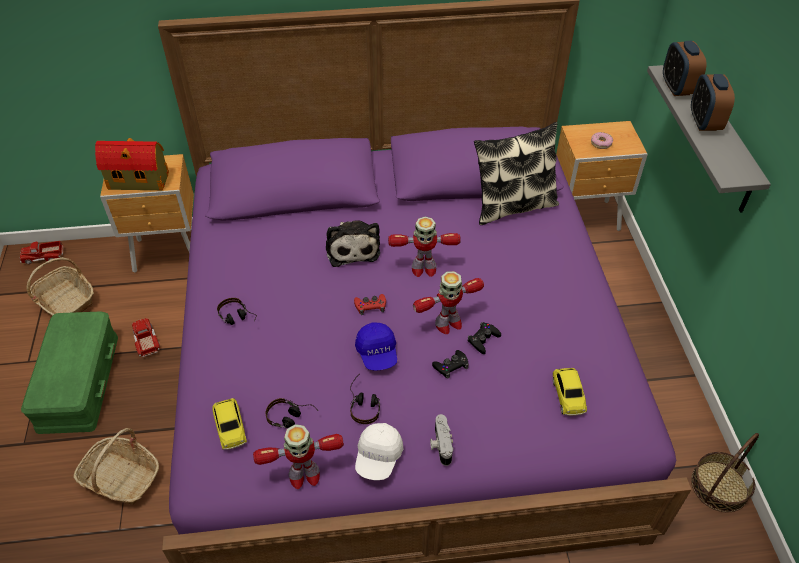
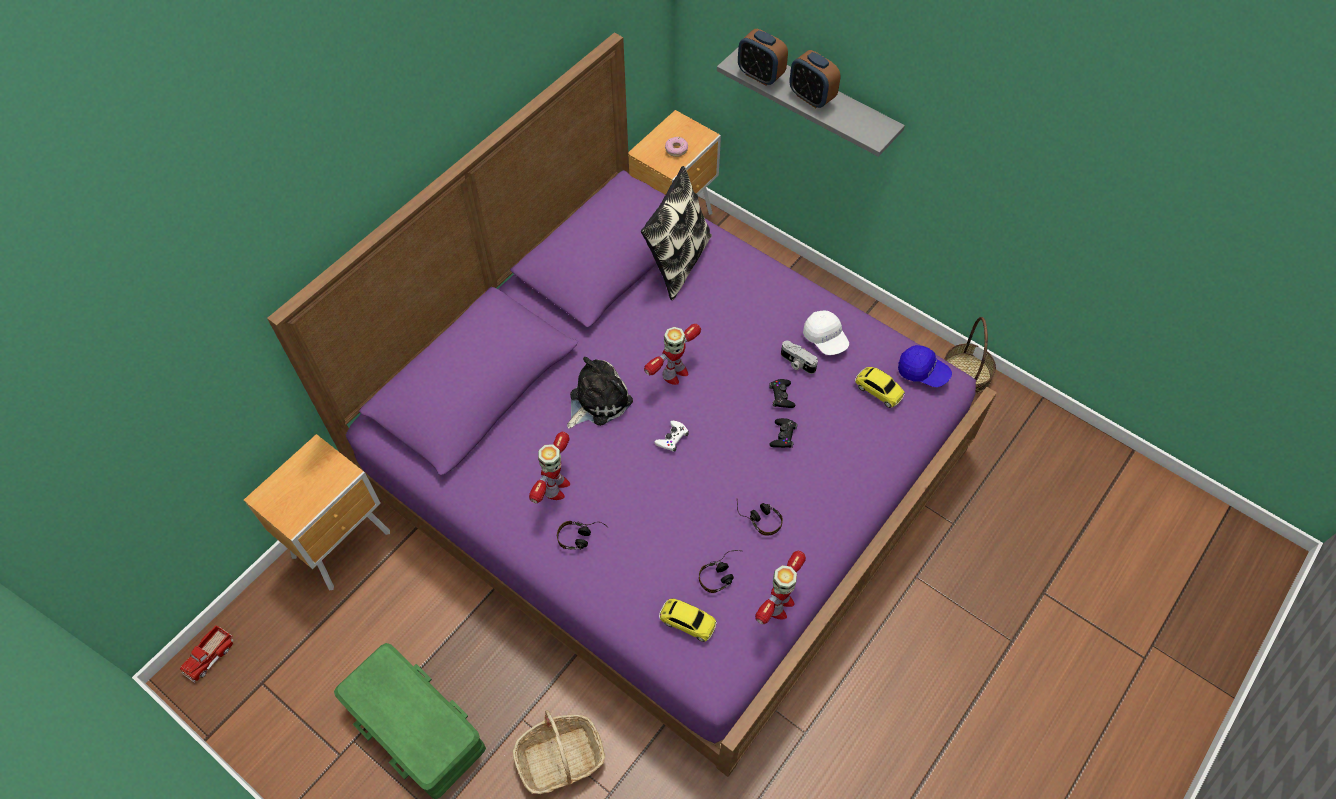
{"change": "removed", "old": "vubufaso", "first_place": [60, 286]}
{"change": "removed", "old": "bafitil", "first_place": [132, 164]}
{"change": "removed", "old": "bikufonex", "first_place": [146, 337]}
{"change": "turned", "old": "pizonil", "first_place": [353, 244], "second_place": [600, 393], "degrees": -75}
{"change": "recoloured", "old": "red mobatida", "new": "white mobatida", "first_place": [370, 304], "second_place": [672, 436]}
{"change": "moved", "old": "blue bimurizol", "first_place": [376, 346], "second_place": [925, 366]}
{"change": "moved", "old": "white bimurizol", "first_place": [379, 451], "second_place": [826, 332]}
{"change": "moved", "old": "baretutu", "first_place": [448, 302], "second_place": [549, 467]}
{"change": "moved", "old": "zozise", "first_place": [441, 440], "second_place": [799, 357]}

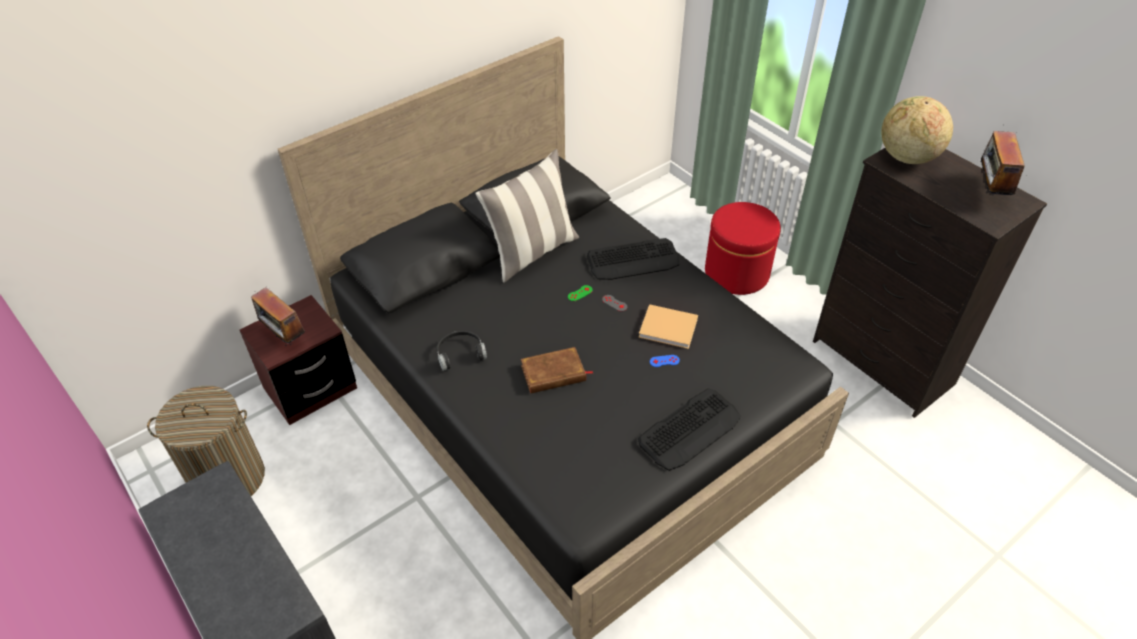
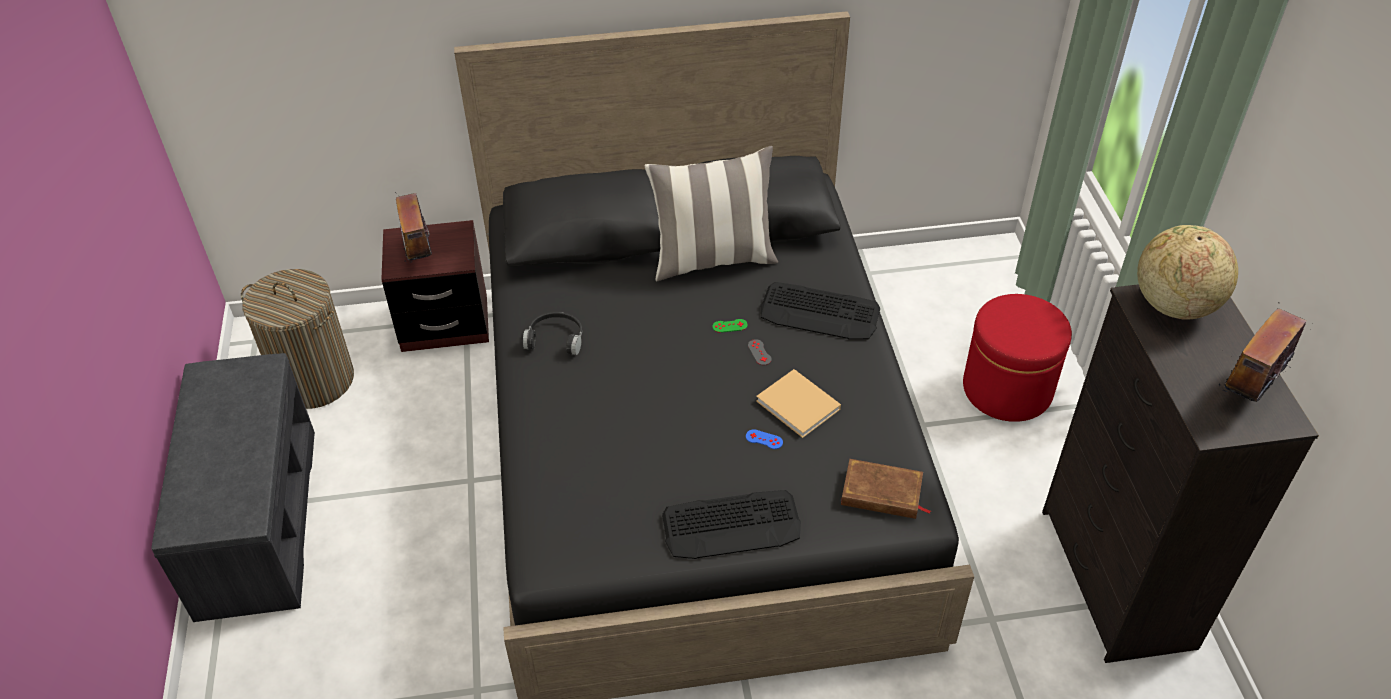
{"change": "moved", "old": "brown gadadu", "first_place": [557, 370], "second_place": [886, 489]}

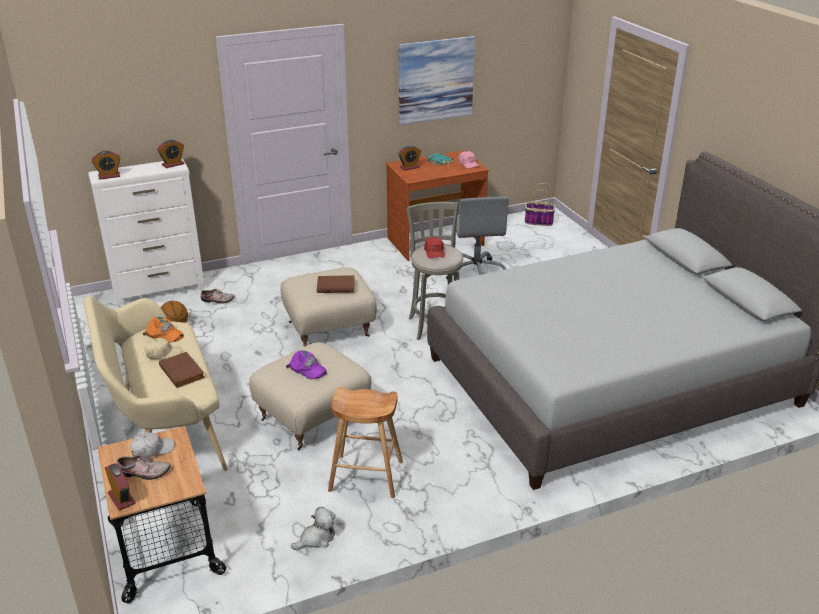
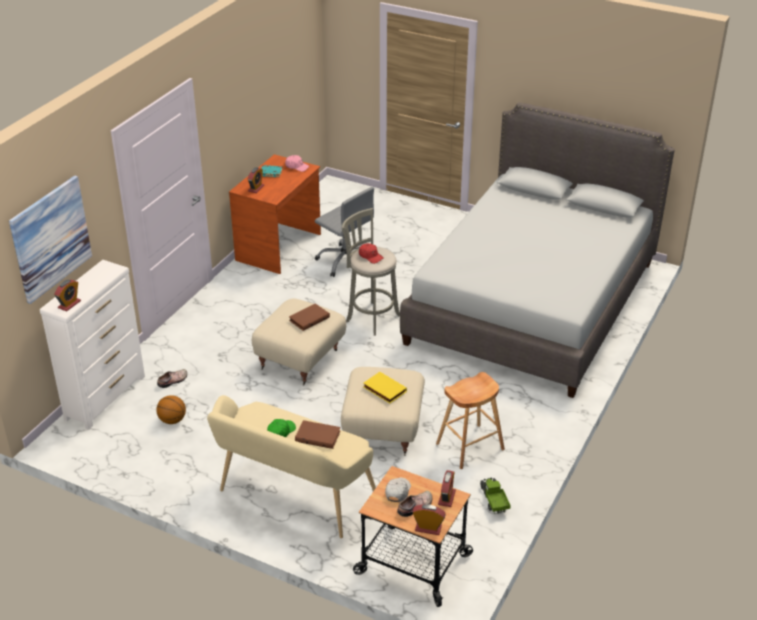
{"change": "removed", "old": "orange bimurizol", "first_place": [163, 330]}
{"change": "recoloured", "old": "beige bimurizol", "new": "green bimurizol", "first_place": [162, 348], "second_place": [281, 428]}
{"change": "moved", "old": "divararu", "first_place": [171, 154], "second_place": [447, 488]}
{"change": "replaced", "old": "purple bimurizol", "new": "yellow gadadu", "first_place": [306, 364], "second_place": [385, 387]}
{"change": "replaced", "old": "pizonil", "new": "bikufonex", "first_place": [313, 528], "second_place": [495, 496]}
{"change": "moved", "old": "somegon", "first_place": [437, 80], "second_place": [50, 240]}
{"change": "removed", "old": "vubufaso", "first_place": [540, 204]}

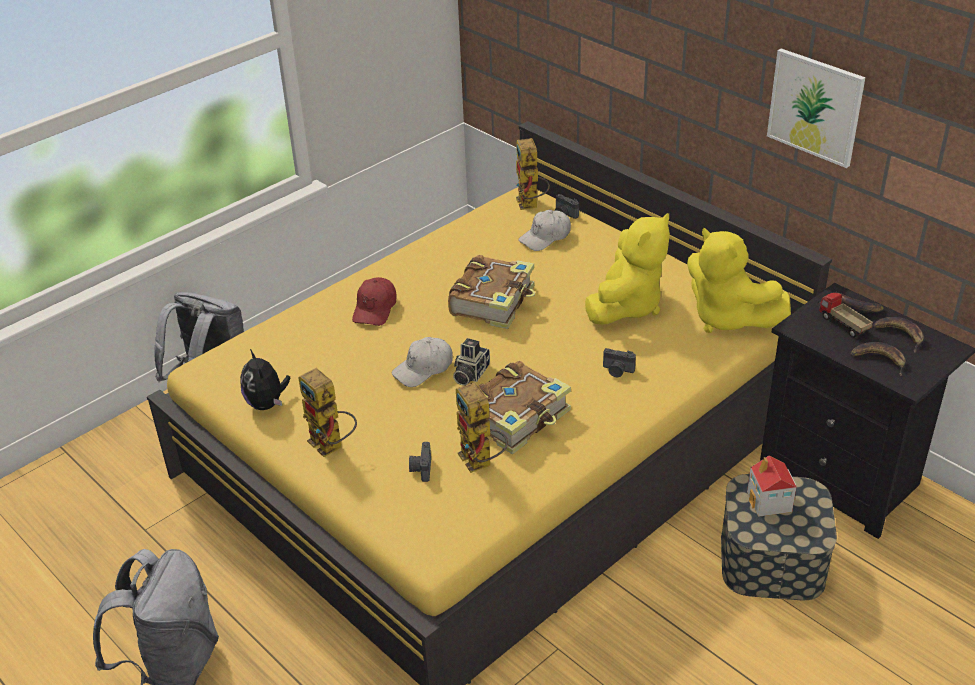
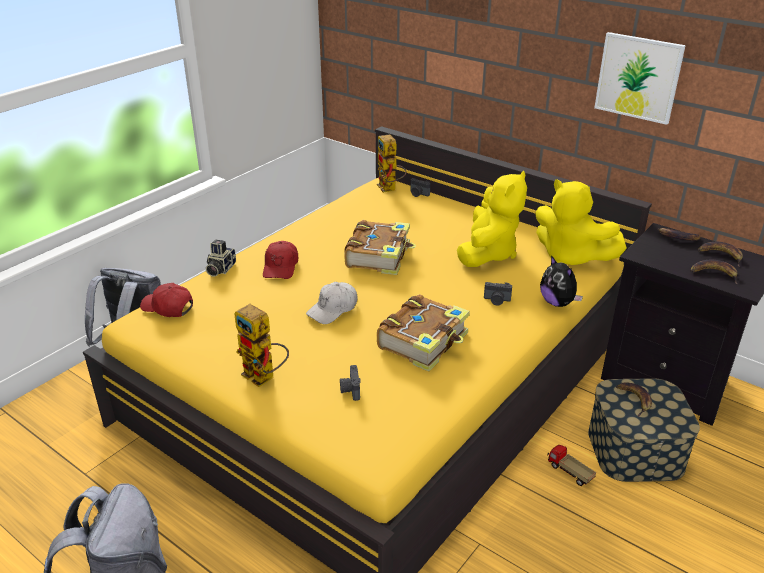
{"change": "moved", "old": "pizonil", "first_place": [265, 379], "second_place": [561, 281]}
{"change": "moved", "old": "zozise", "first_place": [471, 362], "second_place": [221, 258]}
{"change": "removed", "old": "baretutu", "first_place": [482, 427]}
{"change": "removed", "old": "white bimurizol", "first_place": [544, 230]}
{"change": "replaced", "old": "bafitil", "new": "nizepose", "first_place": [771, 486], "second_place": [634, 399]}
{"change": "moved", "old": "bikufonex", "first_place": [845, 315], "second_place": [571, 465]}
{"change": "added", "new": "red bimurizol", "second_place": [166, 300]}

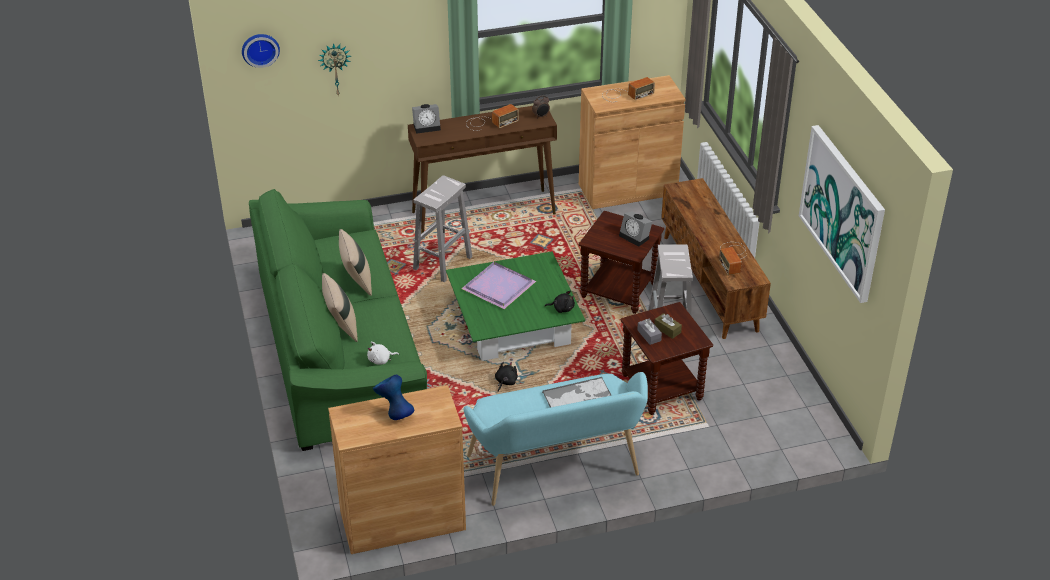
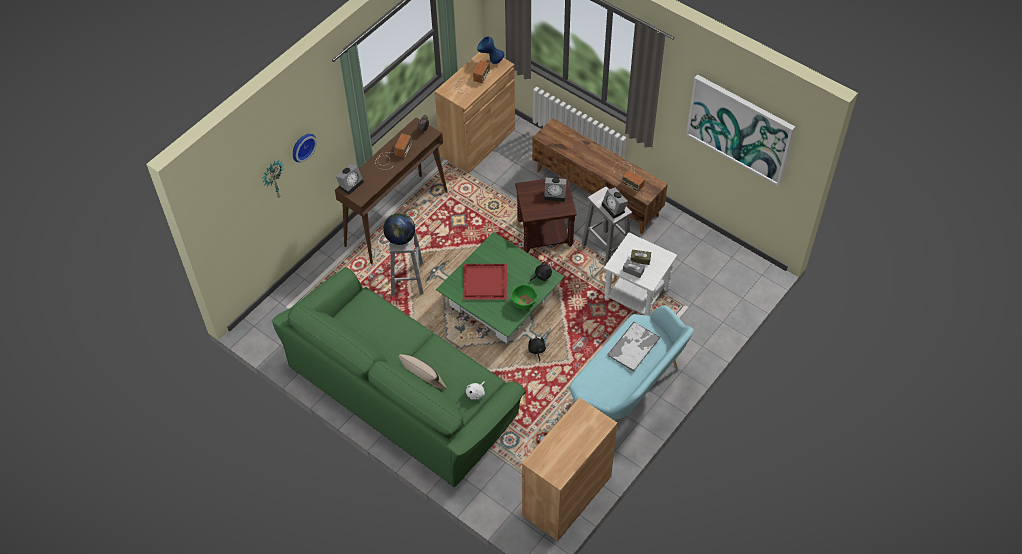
{"change": "moved", "old": "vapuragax", "first_place": [261, 51], "second_place": [305, 148]}
{"change": "removed", "old": "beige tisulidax", "first_place": [355, 262]}
{"change": "moved", "old": "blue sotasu", "first_place": [393, 397], "second_place": [490, 50]}
{"change": "recoloured", "old": "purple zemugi", "new": "red zemugi", "first_place": [498, 285], "second_place": [485, 282]}
{"change": "recoloured", "old": "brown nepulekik", "new": "white nepulekik", "first_place": [666, 358], "second_place": [640, 274]}
{"change": "added", "new": "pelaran", "second_place": [399, 229]}
{"change": "added", "new": "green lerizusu", "second_place": [524, 296]}
{"change": "added", "new": "divararu", "second_place": [614, 203]}

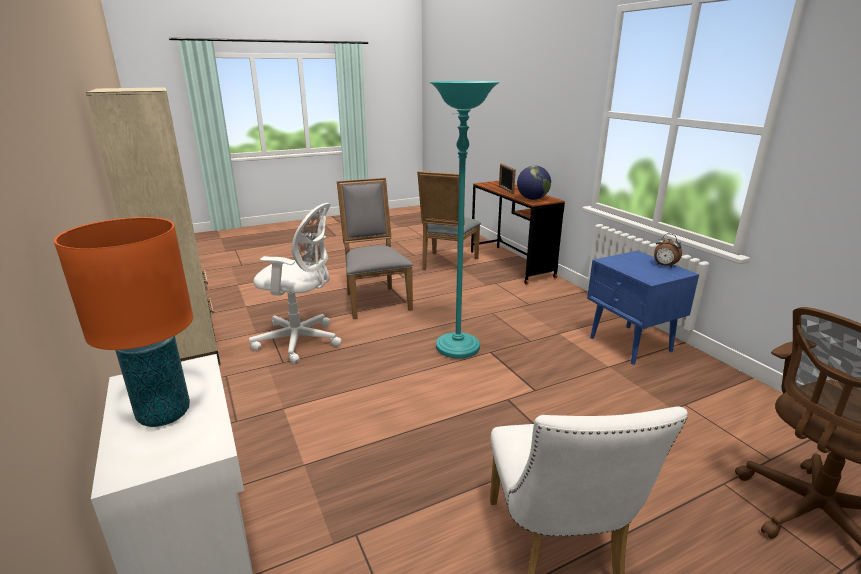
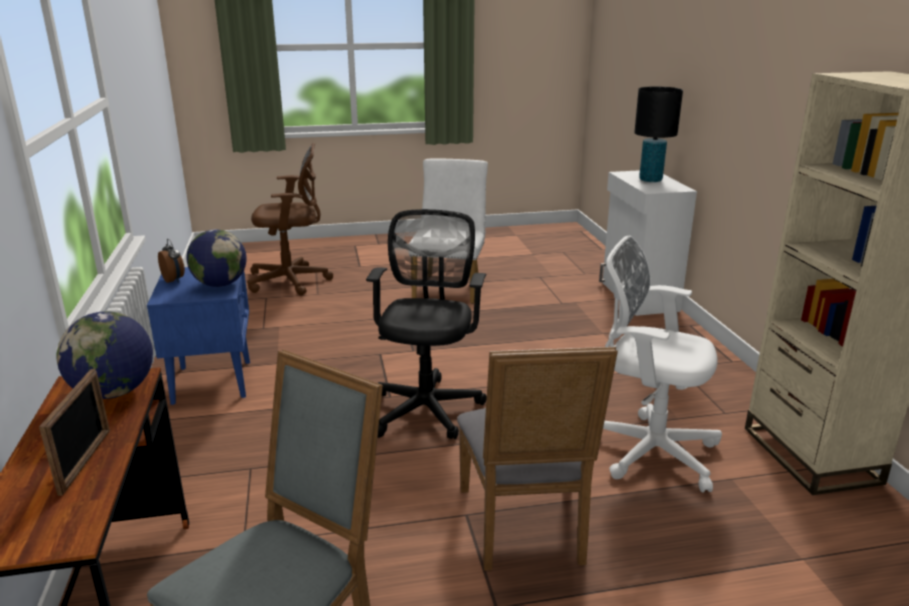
{"change": "recoloured", "old": "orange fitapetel", "new": "black fitapetel", "first_place": [123, 322], "second_place": [658, 134]}
{"change": "replaced", "old": "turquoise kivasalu", "new": "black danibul", "first_place": [465, 220], "second_place": [426, 324]}
{"change": "added", "new": "pelaran", "second_place": [217, 258]}

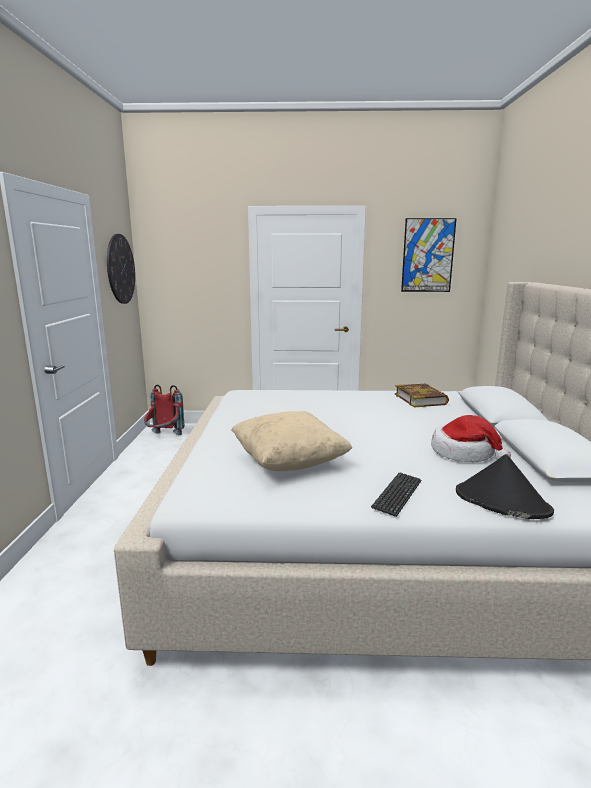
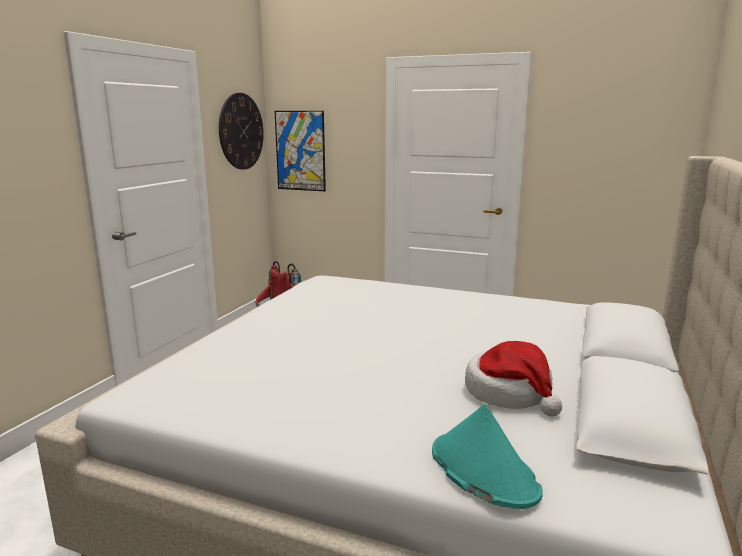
{"change": "removed", "old": "beige tisulidax", "first_place": [291, 441]}
{"change": "removed", "old": "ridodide", "first_place": [396, 494]}
{"change": "removed", "old": "gadadu", "first_place": [422, 396]}
{"change": "moved", "old": "somegon", "first_place": [429, 255], "second_place": [300, 151]}
{"change": "recoloured", "old": "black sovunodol", "new": "turquoise sovunodol", "first_place": [505, 486], "second_place": [487, 456]}

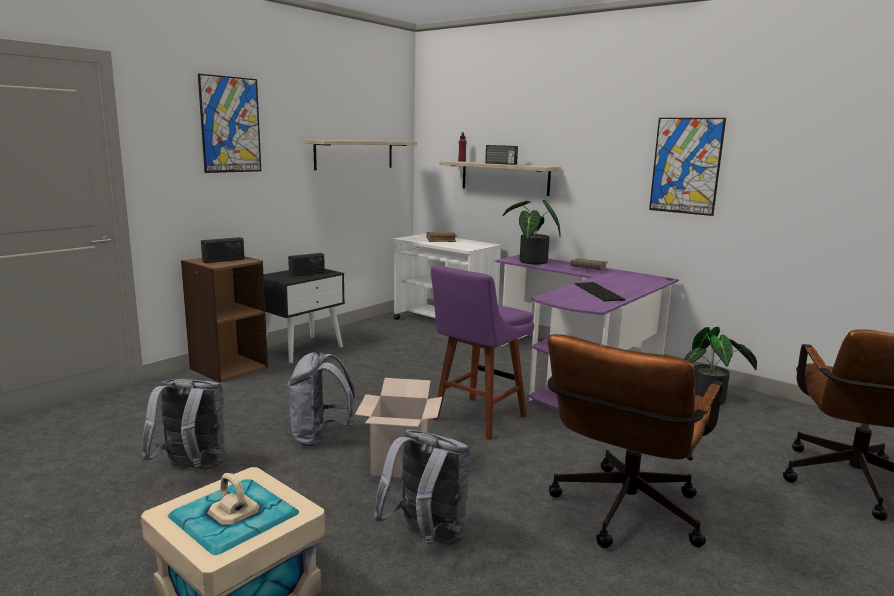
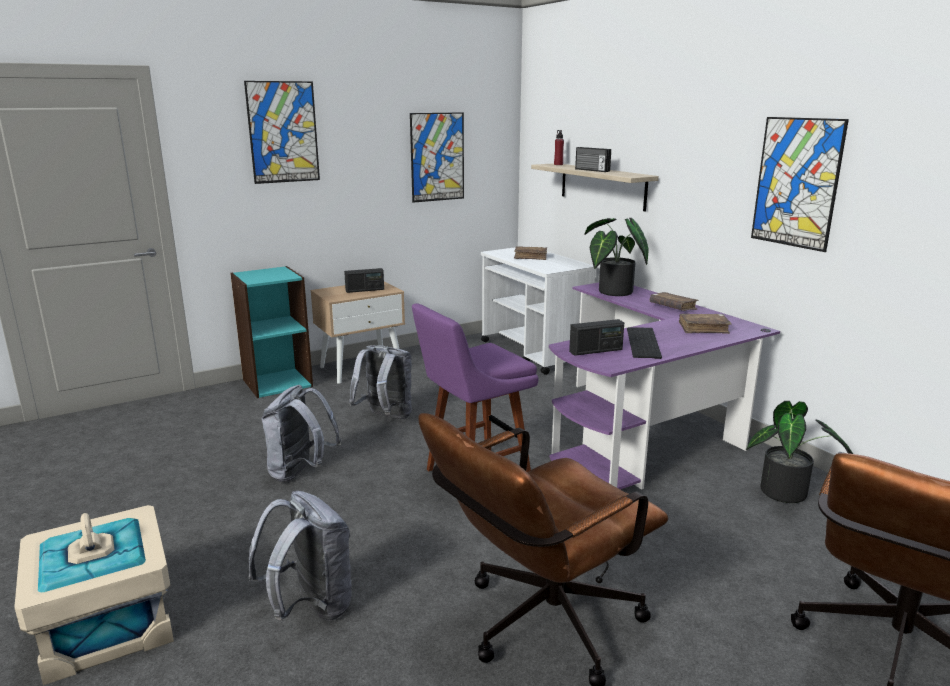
{"change": "moved", "old": "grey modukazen", "first_place": [183, 424], "second_place": [380, 382]}
{"change": "recoloured", "old": "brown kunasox", "new": "turquoise kunasox", "first_place": [224, 319], "second_place": [271, 332]}
{"change": "moved", "old": "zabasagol", "first_place": [223, 250], "second_place": [596, 337]}
{"change": "recoloured", "old": "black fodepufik", "new": "beige fodepufik", "first_place": [304, 316], "second_place": [358, 332]}
{"change": "replaced", "old": "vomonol", "new": "somegon", "first_place": [360, 155], "second_place": [437, 157]}
{"change": "removed", "old": "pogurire", "first_place": [398, 428]}
{"change": "added", "new": "brown gadadu", "second_place": [705, 324]}

